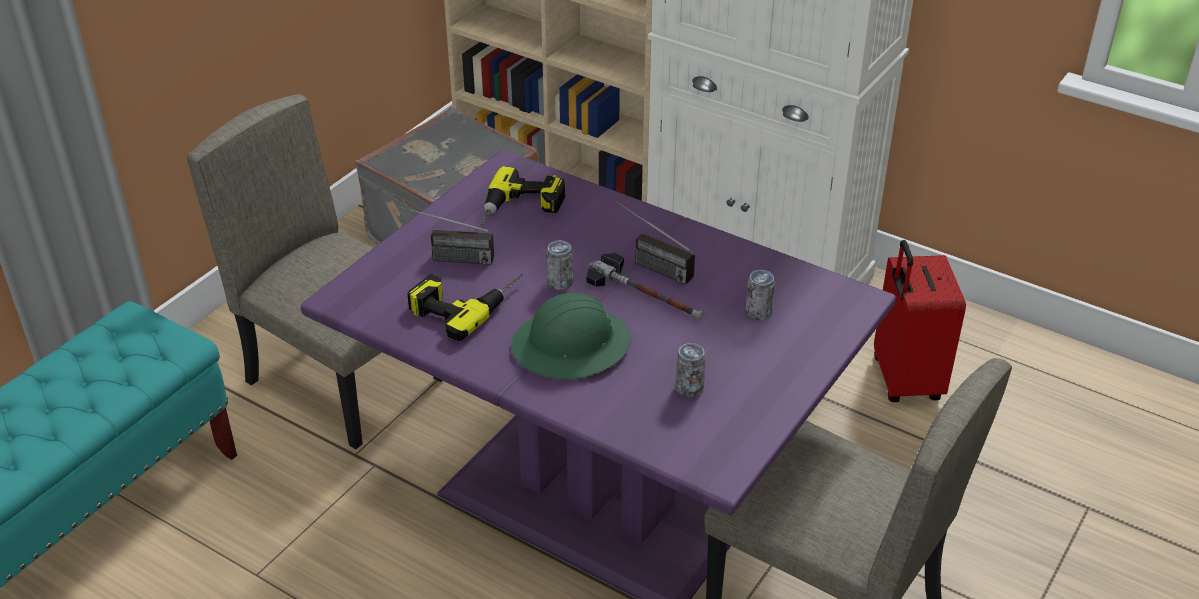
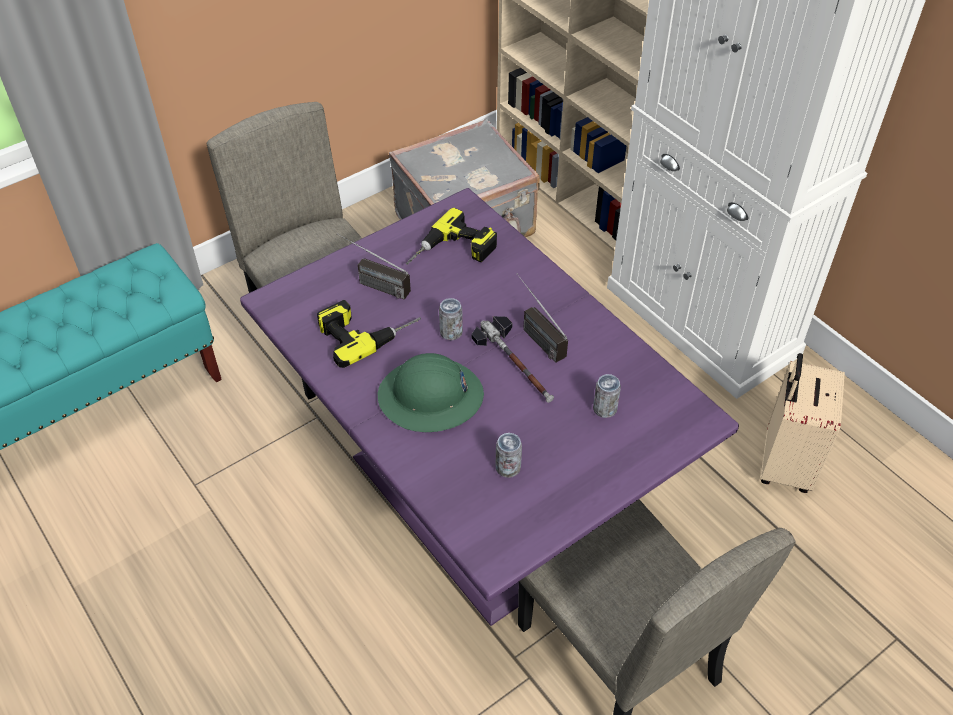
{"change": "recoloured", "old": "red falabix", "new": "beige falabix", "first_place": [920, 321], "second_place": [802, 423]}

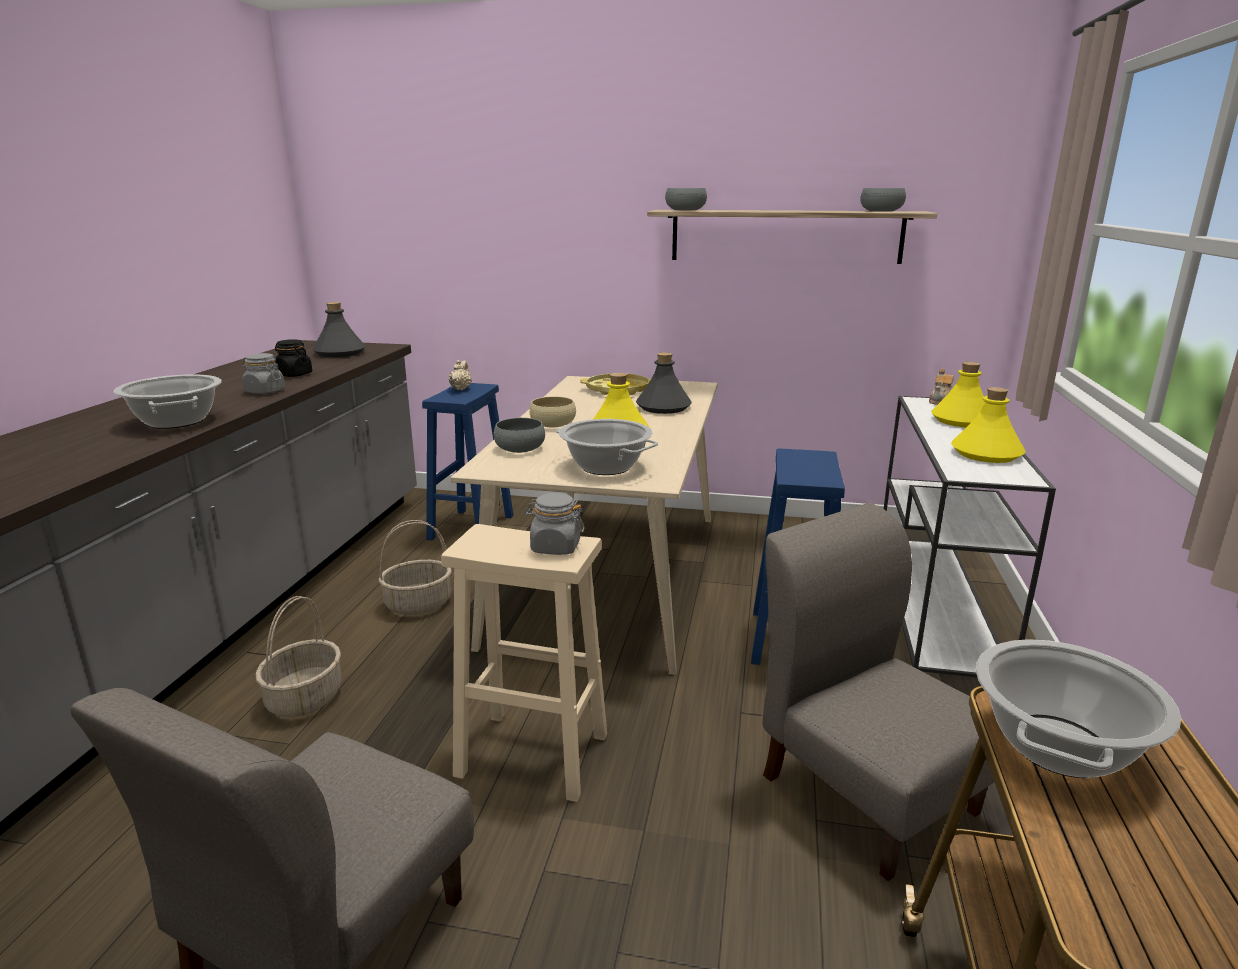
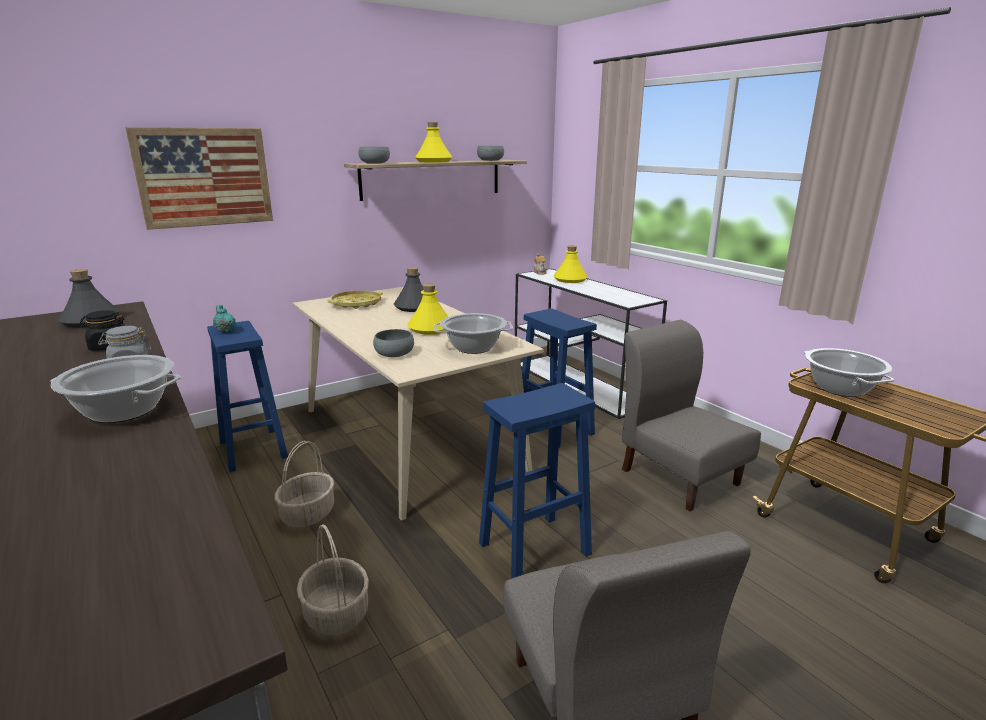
{"change": "recoloured", "old": "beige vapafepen", "new": "blue vapafepen", "first_place": [524, 663], "second_place": [537, 481]}
{"change": "recoloured", "old": "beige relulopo", "new": "turquoise relulopo", "first_place": [460, 375], "second_place": [224, 318]}
{"change": "removed", "old": "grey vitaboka", "first_place": [554, 524]}
{"change": "removed", "old": "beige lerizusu", "first_place": [552, 412]}
{"change": "turned", "old": "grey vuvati", "first_place": [878, 692], "second_place": [691, 415], "degrees": 45}
{"change": "moved", "old": "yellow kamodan", "first_place": [988, 425], "second_place": [434, 142]}
{"change": "added", "new": "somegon", "second_place": [199, 178]}

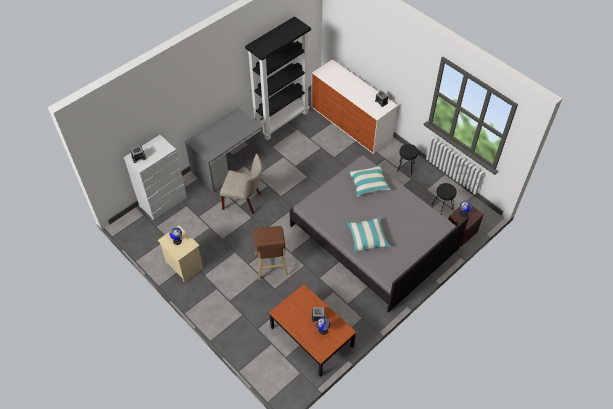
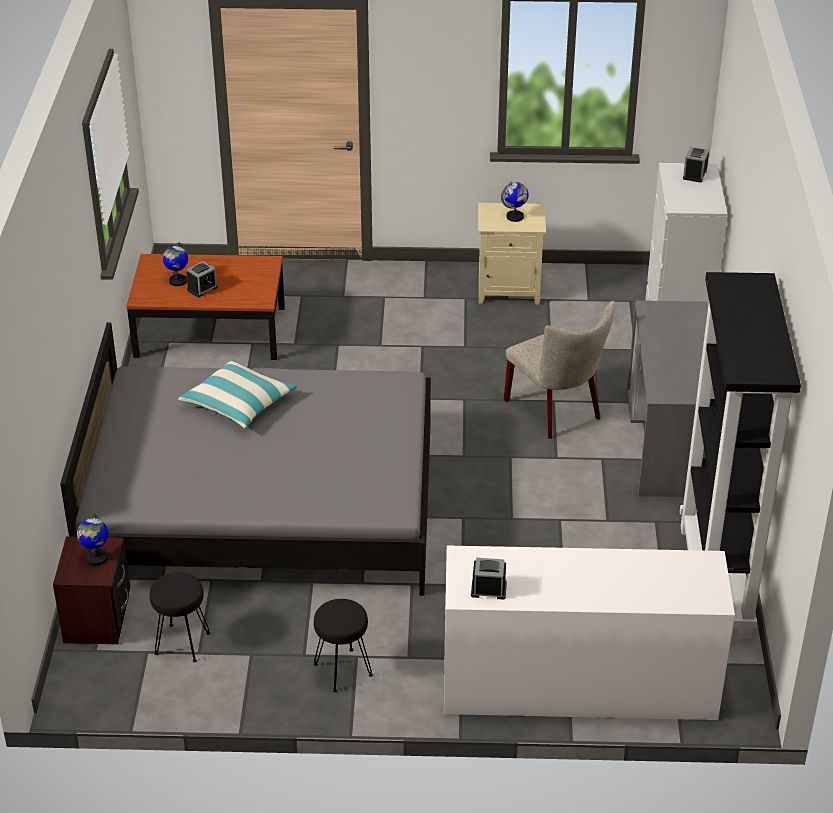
{"change": "turned", "old": "beige vuvati", "first_place": [241, 184], "second_place": [559, 370], "degrees": -90}
{"change": "removed", "old": "brown vapafepen", "first_place": [270, 253]}
{"change": "removed", "old": "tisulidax", "first_place": [370, 180]}

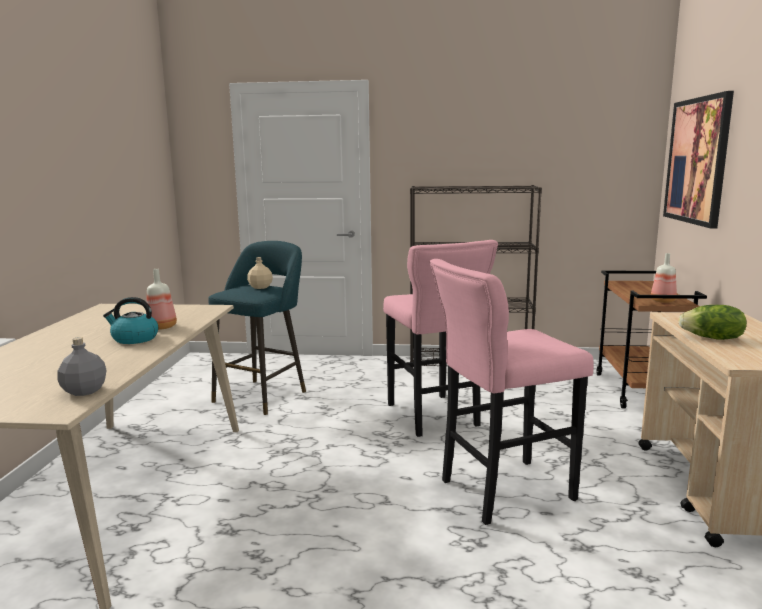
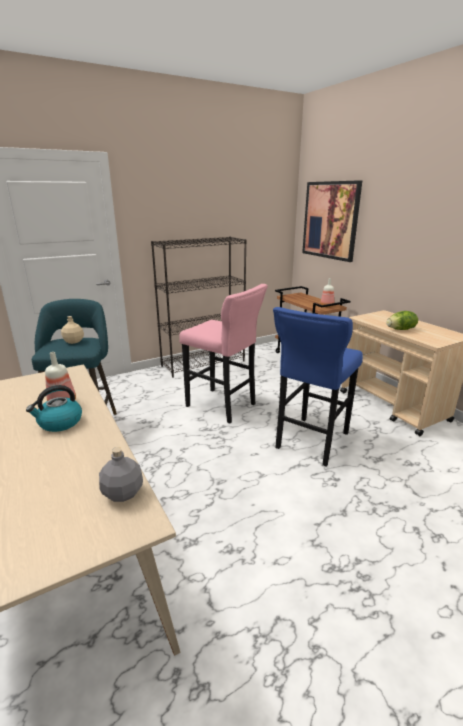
{"change": "recoloured", "old": "pink vapafepen", "new": "blue vapafepen", "first_place": [511, 392], "second_place": [318, 387]}

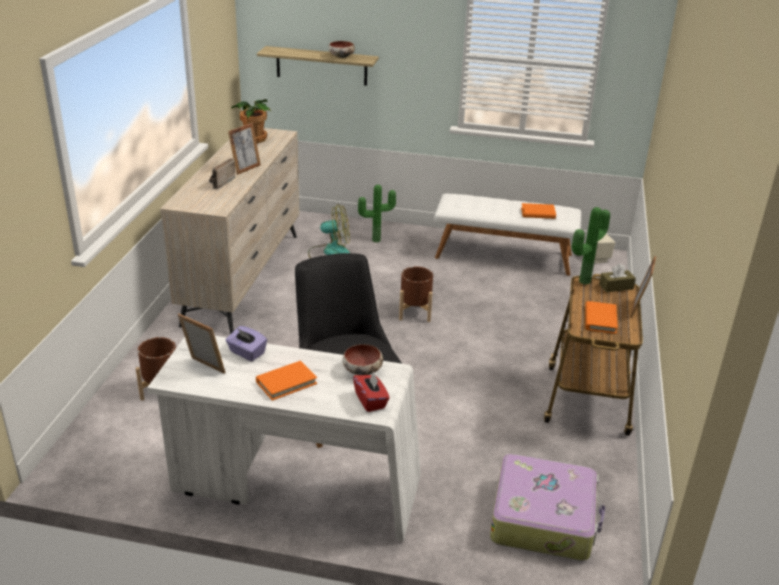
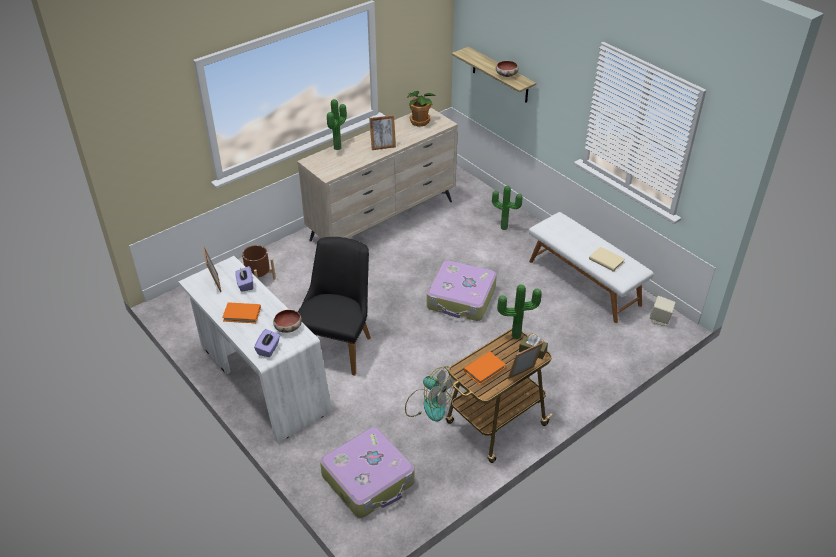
{"change": "removed", "old": "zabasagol", "first_place": [222, 173]}
{"change": "moved", "old": "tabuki", "first_place": [329, 231], "second_place": [430, 394]}
{"change": "recoloured", "old": "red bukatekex", "new": "purple bukatekex", "first_place": [371, 392], "second_place": [267, 343]}
{"change": "replaced", "old": "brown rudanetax", "new": "falabix", "first_place": [416, 294], "second_place": [462, 291]}
{"change": "recoloured", "old": "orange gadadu", "new": "beige gadadu", "first_place": [538, 211], "second_place": [607, 259]}
{"change": "added", "new": "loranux", "second_place": [337, 124]}

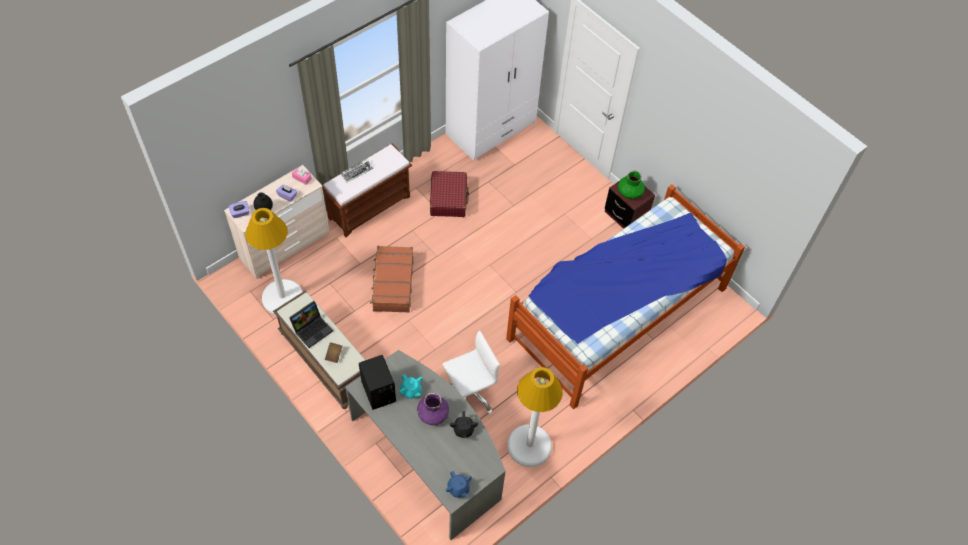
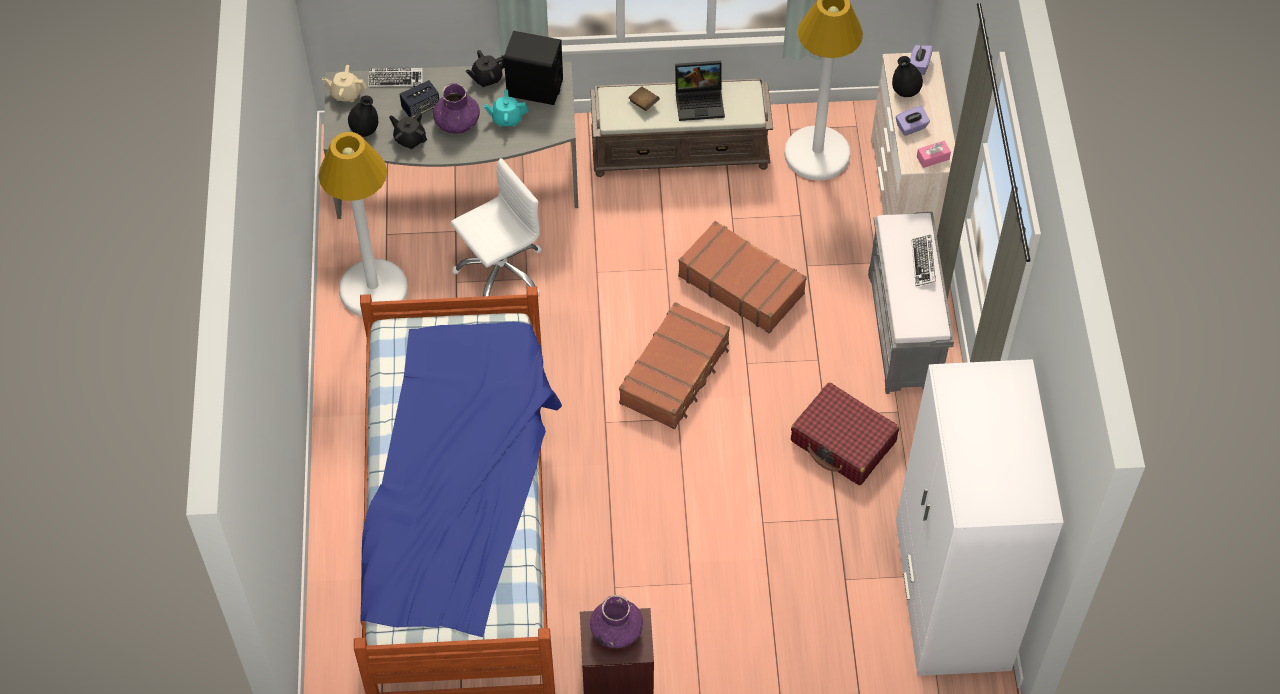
{"change": "turned", "old": "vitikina", "first_place": [311, 324], "second_place": [700, 91], "degrees": -90}
{"change": "recoloured", "old": "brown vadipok", "new": "grey vadipok", "first_place": [367, 190], "second_place": [911, 303]}
{"change": "turned", "old": "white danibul", "first_place": [471, 372], "second_place": [496, 227], "degrees": -135}
{"change": "recoloured", "old": "blue relulopo", "new": "beige relulopo", "first_place": [459, 484], "second_place": [344, 83]}
{"change": "recoloured", "old": "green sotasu", "new": "purple sotasu", "first_place": [631, 184], "second_place": [616, 621]}
{"change": "added", "new": "black sotasu", "second_place": [363, 116]}
{"change": "added", "new": "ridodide", "second_place": [395, 77]}
{"change": "added", "new": "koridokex", "second_place": [419, 99]}
{"change": "added", "new": "black relulopo", "second_place": [485, 68]}
{"change": "added", "new": "brown falabix", "second_place": [674, 365]}

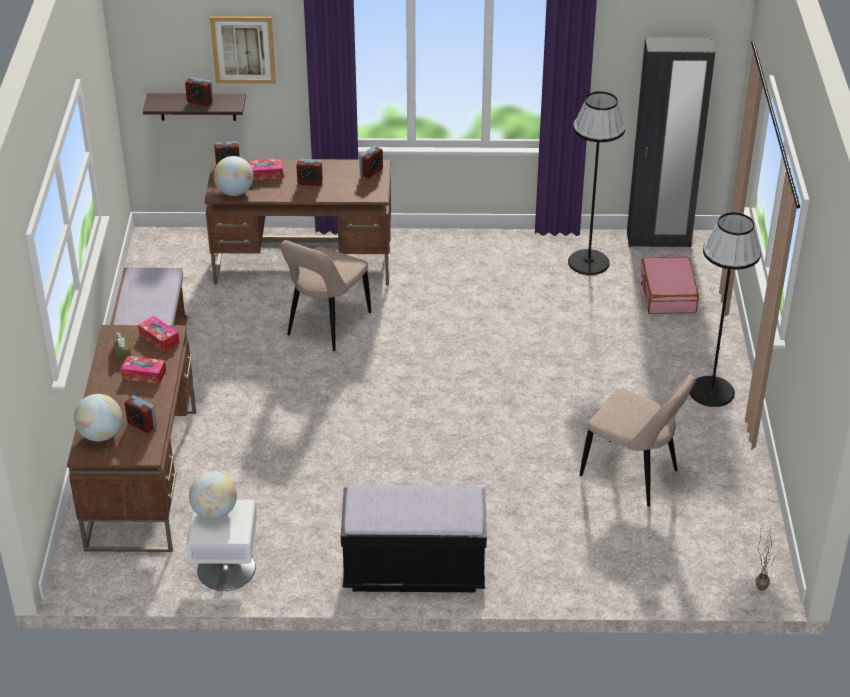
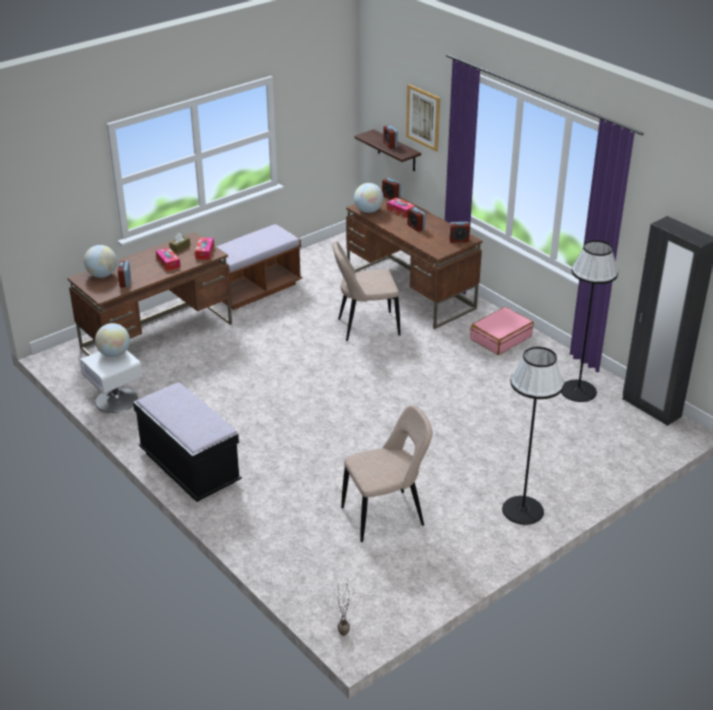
{"change": "turned", "old": "beige vuvati", "first_place": [638, 441], "second_place": [387, 473], "degrees": -105}
{"change": "moved", "old": "pink falabix", "first_place": [669, 285], "second_place": [502, 331]}

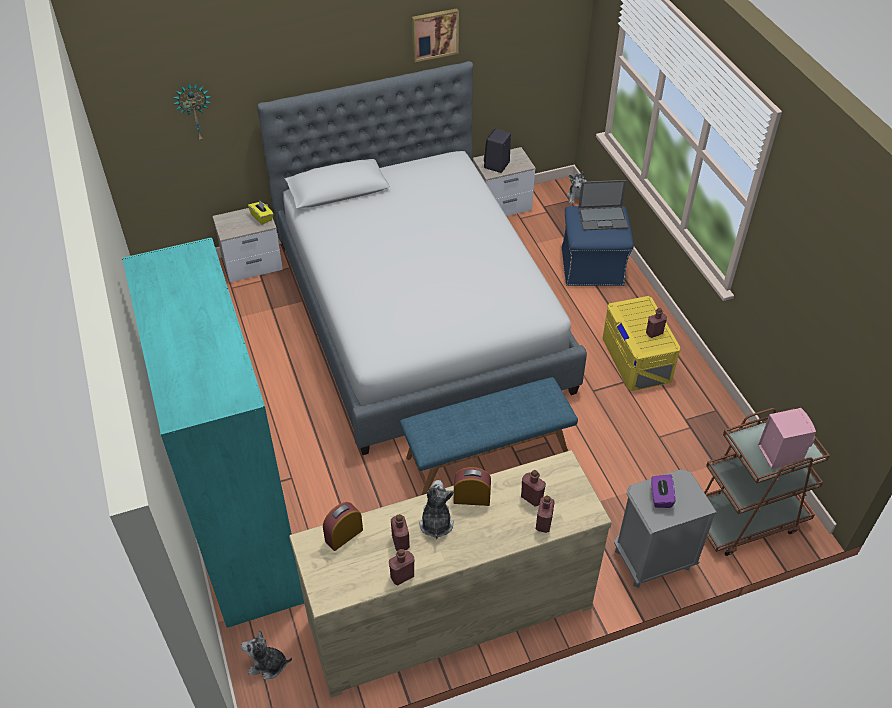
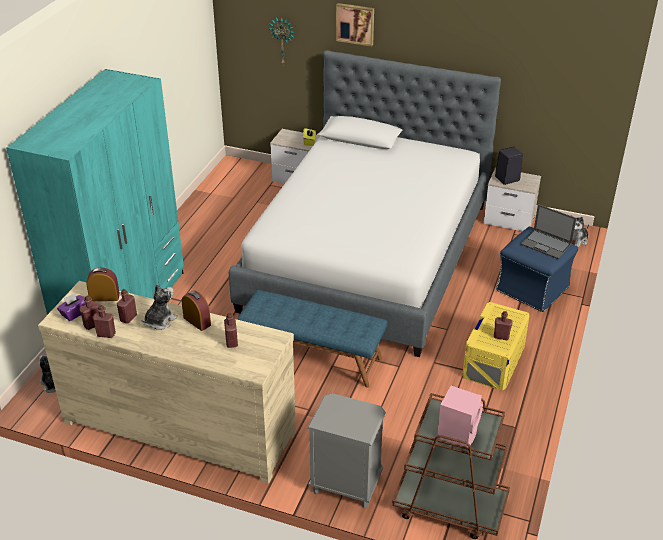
{"change": "moved", "old": "somegon", "first_place": [435, 35], "second_place": [355, 24]}
{"change": "moved", "old": "red kamodan", "first_place": [545, 514], "second_place": [89, 312]}
{"change": "moved", "old": "purple bukatekex", "first_place": [663, 491], "second_place": [71, 307]}

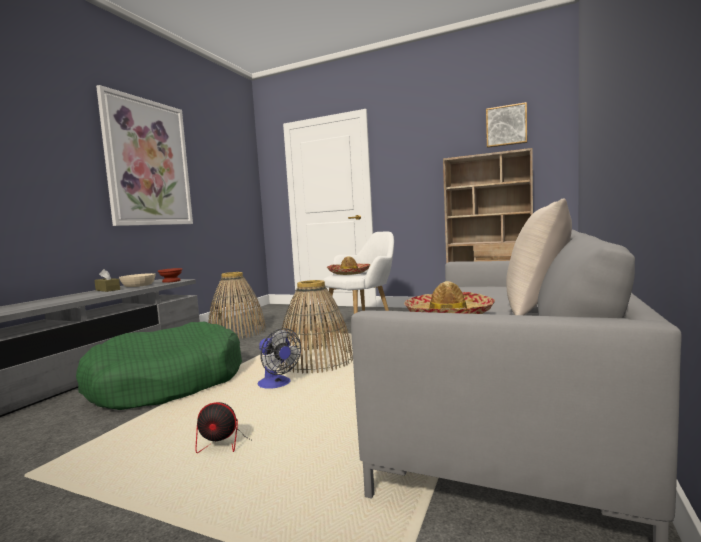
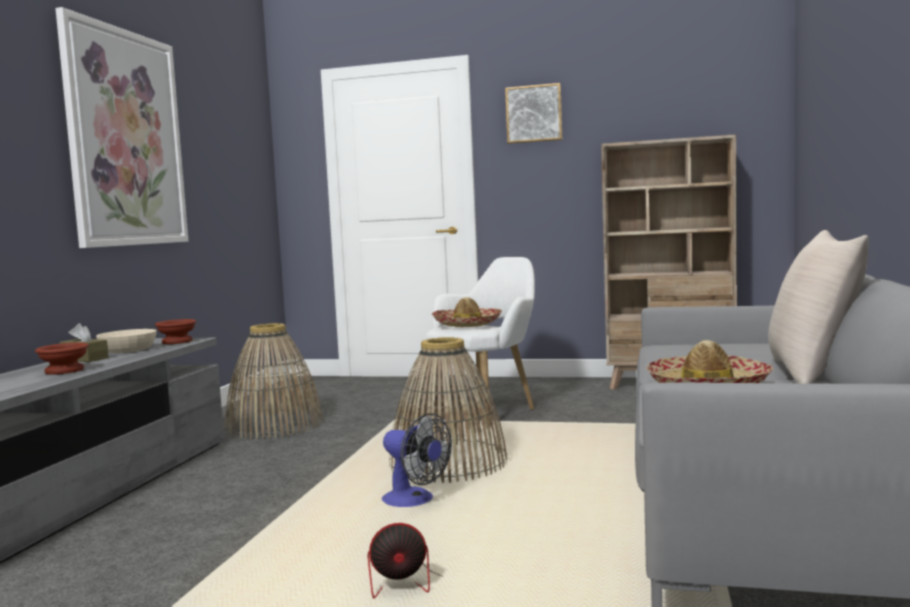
{"change": "removed", "old": "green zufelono", "first_place": [159, 365]}
{"change": "moved", "old": "somegon", "first_place": [506, 125], "second_place": [533, 113]}
{"change": "added", "new": "brown lerizusu", "second_place": [62, 358]}

